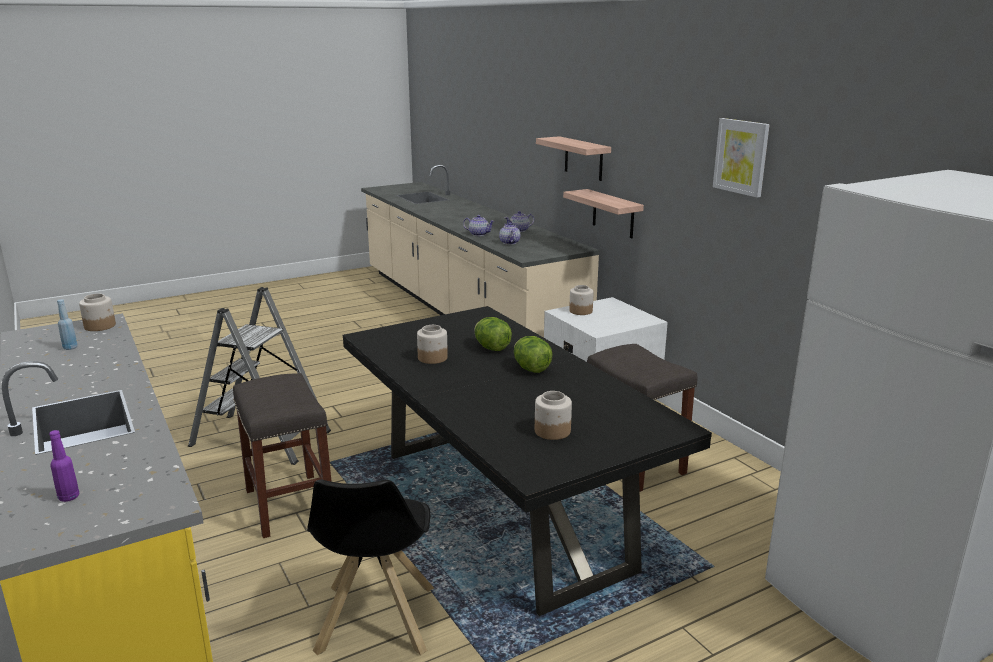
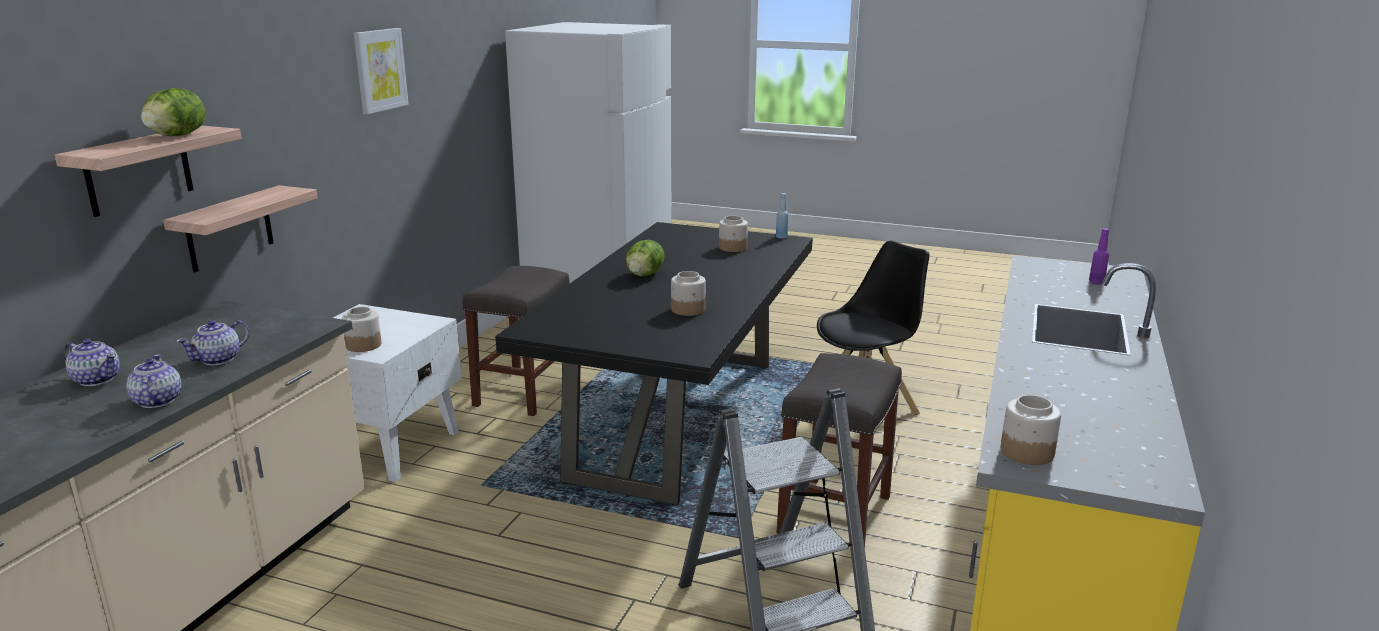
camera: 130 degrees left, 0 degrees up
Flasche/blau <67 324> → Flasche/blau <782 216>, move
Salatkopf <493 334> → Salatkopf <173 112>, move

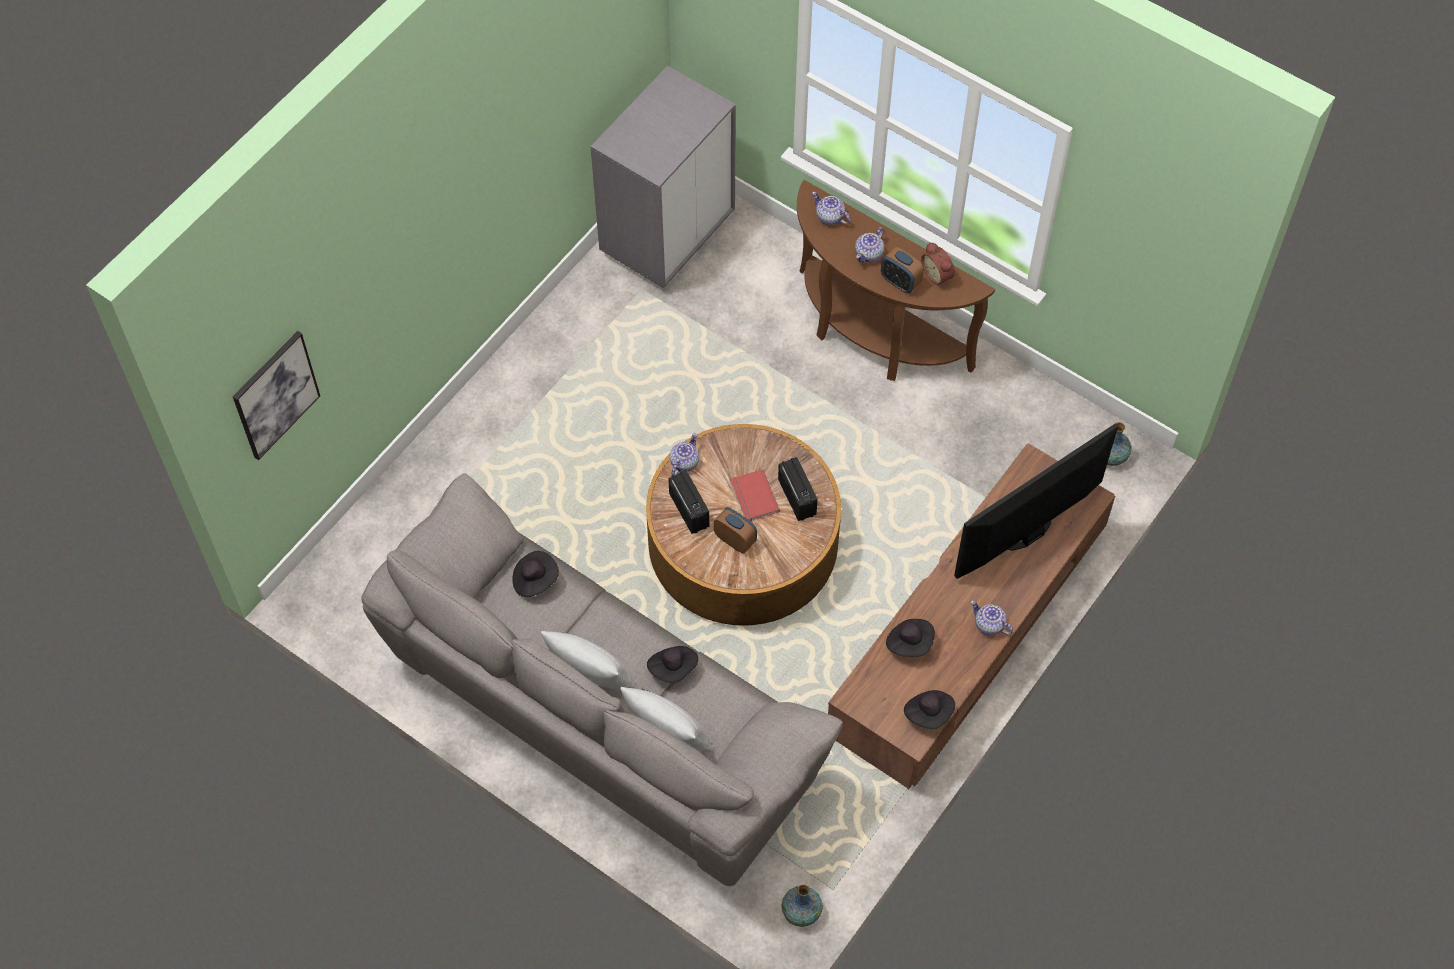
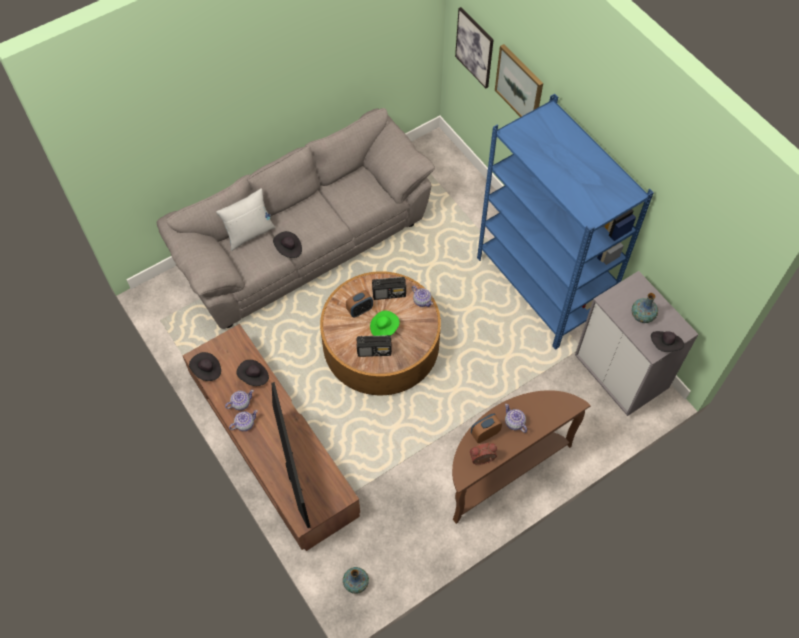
camera: 110 degrees right, 0 degrees up
Kissen/grau <588 660> → -
- → Bücherregal/blau <565 222>
- → Bild <519 80>
Hut/schwarz <535 574> → Hut/schwarz <667 341>, move
Vase <802 905> → Vase <645 308>, move
Teekanne <831 208> → Teekanne <239 400>, move
Buch/rot <755 495> → Hut/grün <385 323>

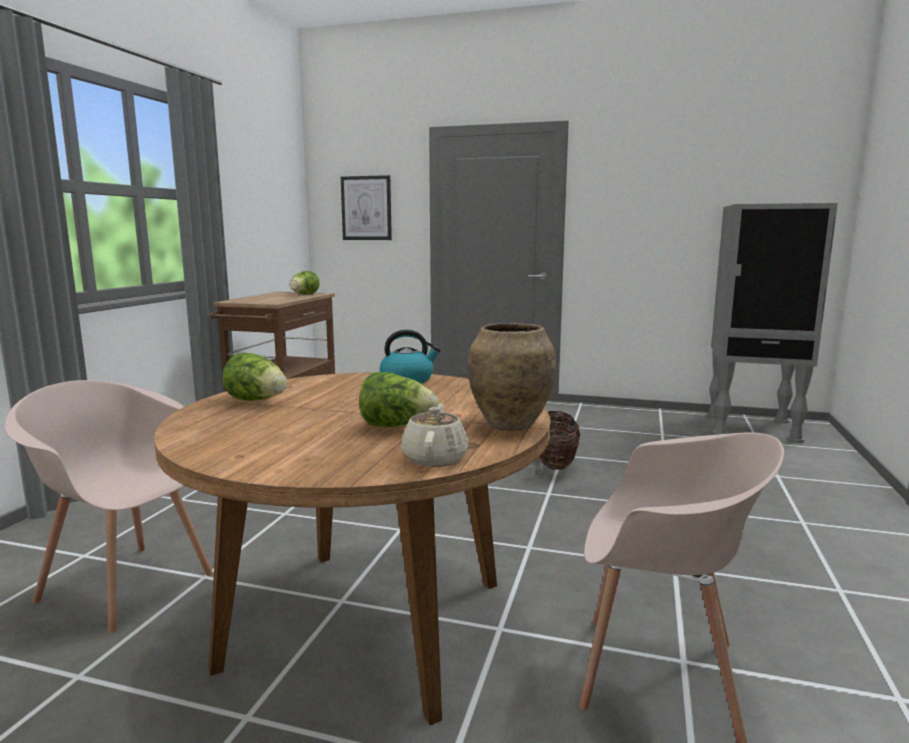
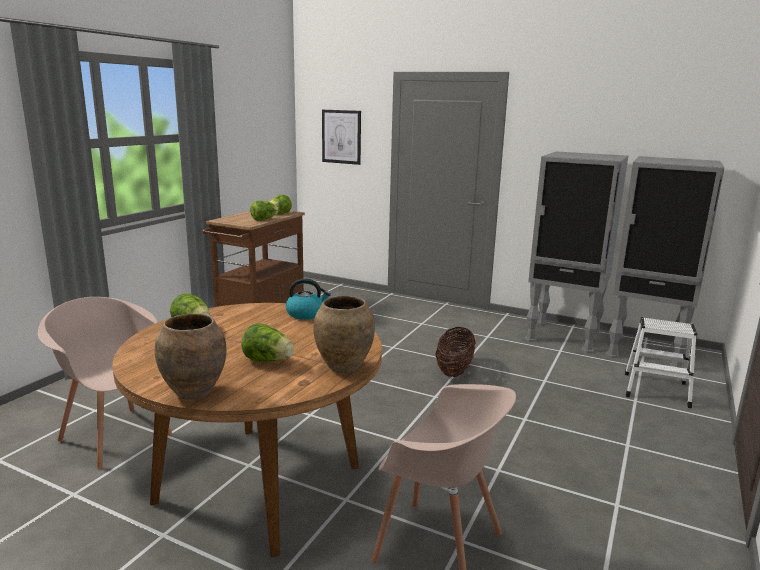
camera: 10 degrees right, 5 degrees up
Teekanne/beige <435 435> → -
- → Vase/braun <191 357>
- → Salatkopf <264 211>
- → Schrank/grau <576 252>
- → Trittleiter/weiß <661 362>

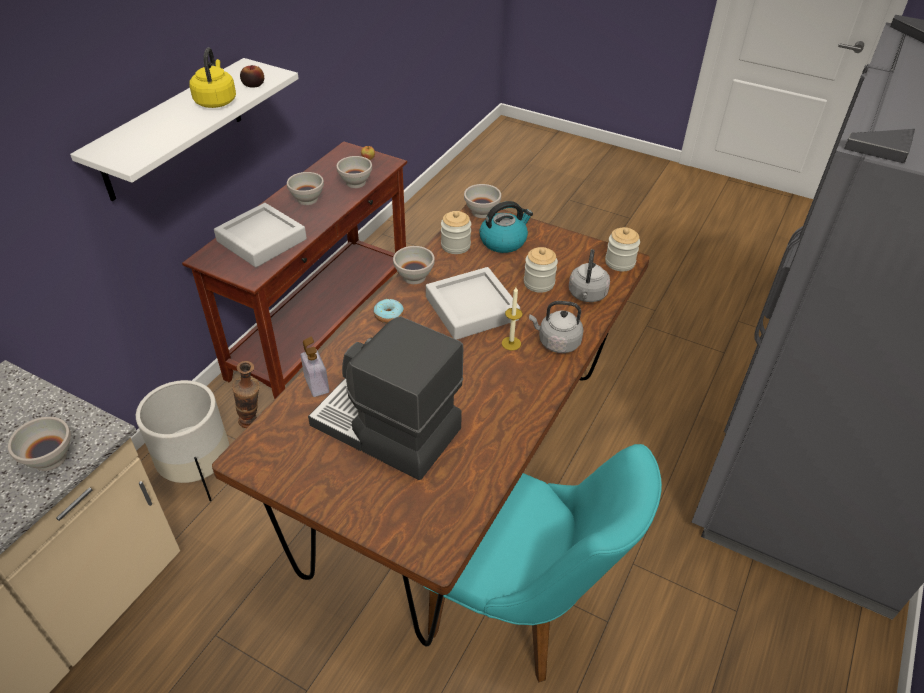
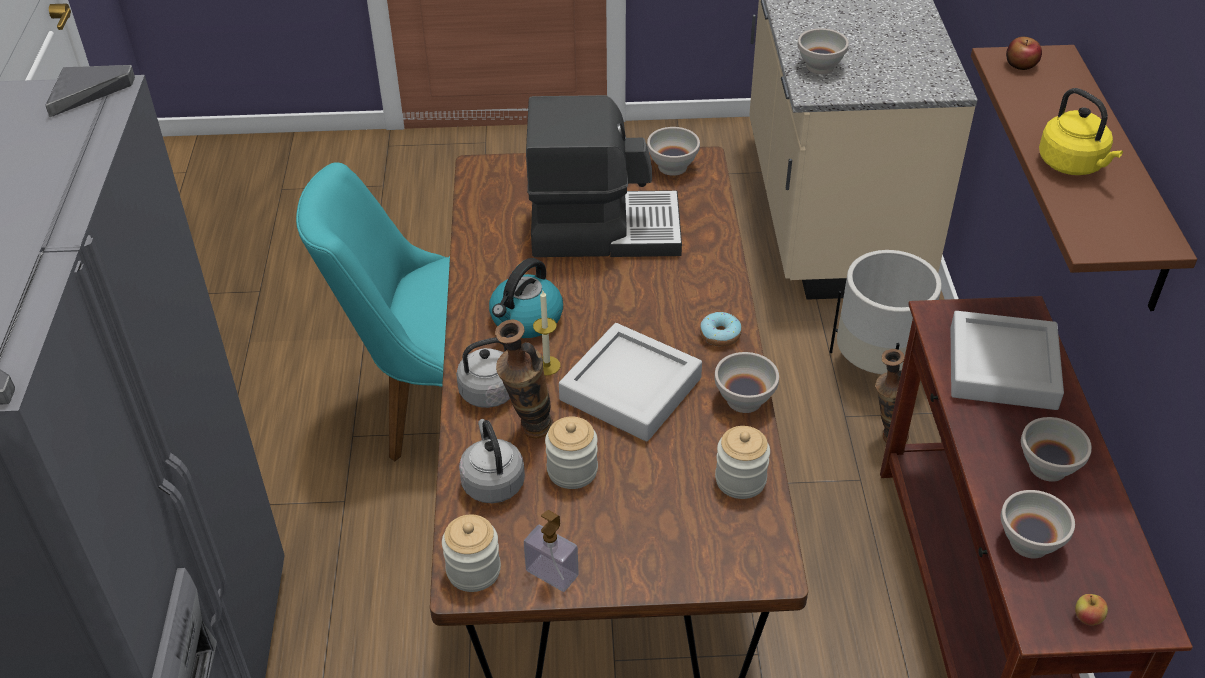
camera: 150 degrees right, 0 degrees up
- → Vase <524 378>
Apfel <252 76> → Apfel <1024 53>, move
Seifenspender <315 367> → Seifenspender <551 551>, move
Schüssel/weiß <482 201> → Schüssel/weiß <673 151>, move
Wasserkessel <506 227> → Wasserkessel <526 298>, move
Wandregal/weiß <184 129> → Wandregal/braun <1084 178>

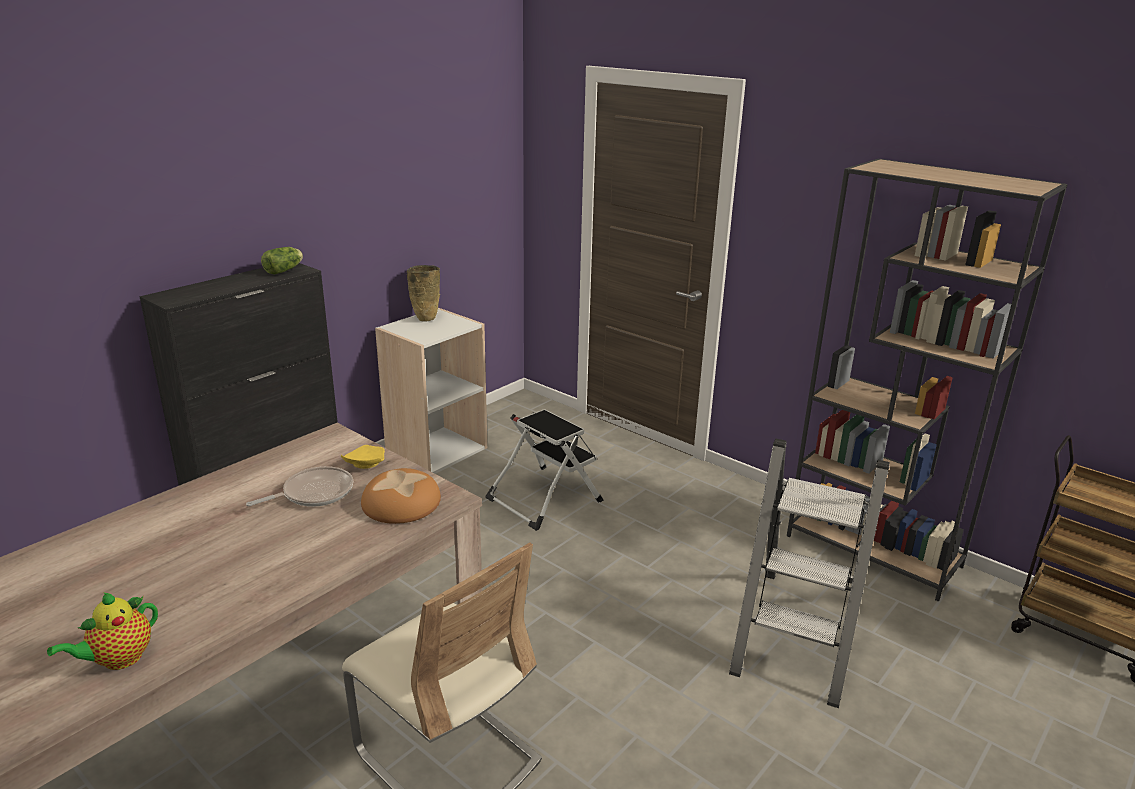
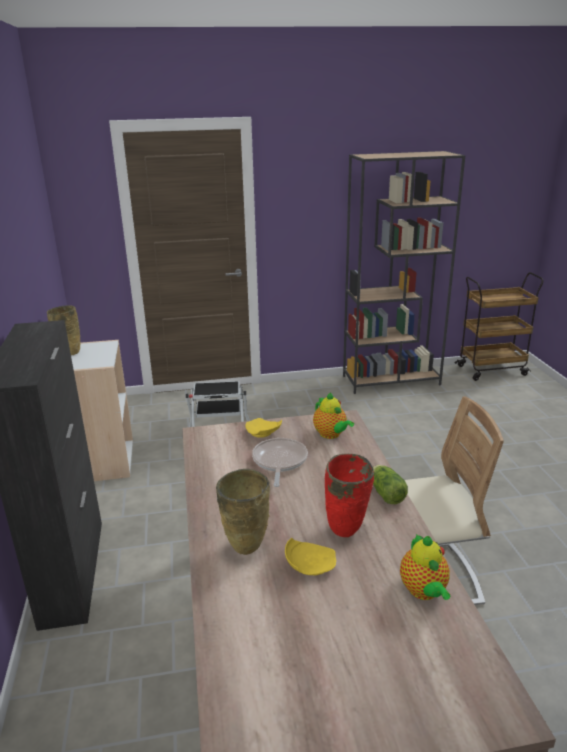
camera: 50 degrees left, 0 degrees up
Trittleiter/grau <809 573> → -
- → Vase/beige <243 512>
- → Teller/gelb <310 556>
- → Vase/rot <349 495>
Salatkopf <282 261> → Salatkopf <390 484>, move
Brot <401 496> → Teekanne <333 416>

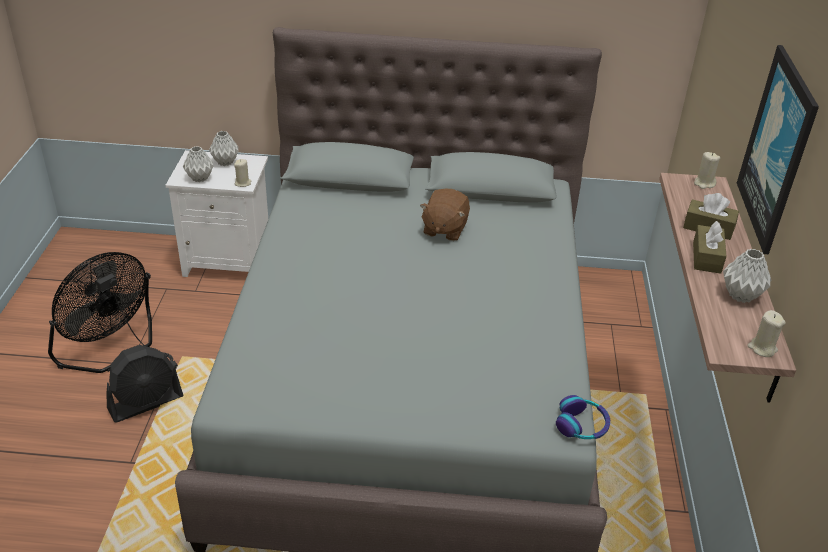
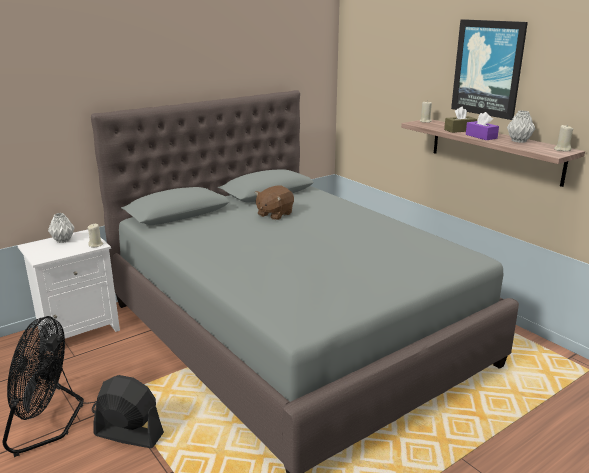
camera: 40 degrees left, 15 degrees down
Vase/grau <198 164> → -
Kopfhörer <583 417> → -
Taschentuchbox/braun <710 247> → Taschentuchbox/lila <482 126>
Ventilator/schwarz <145 383> → Ventilator/schwarz <128 411>, 90 degrees counterclockwise
Plüschtier/braun <445 215> → Plüschtier/braun <274 202>, 60 degrees clockwise

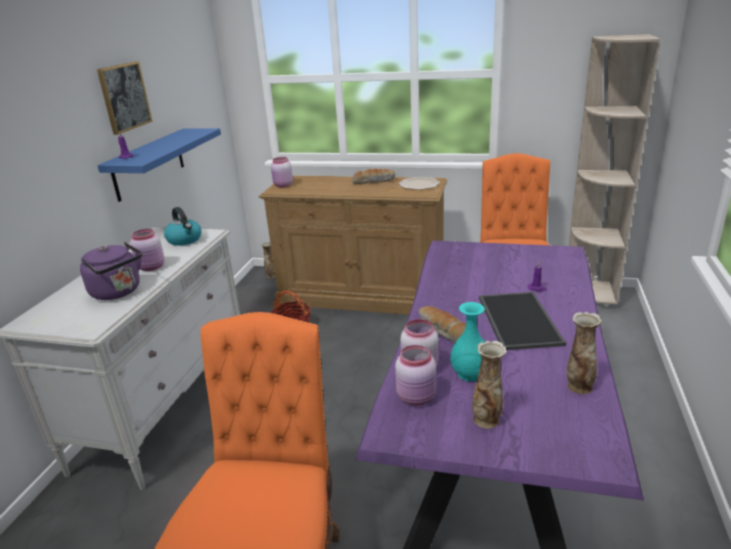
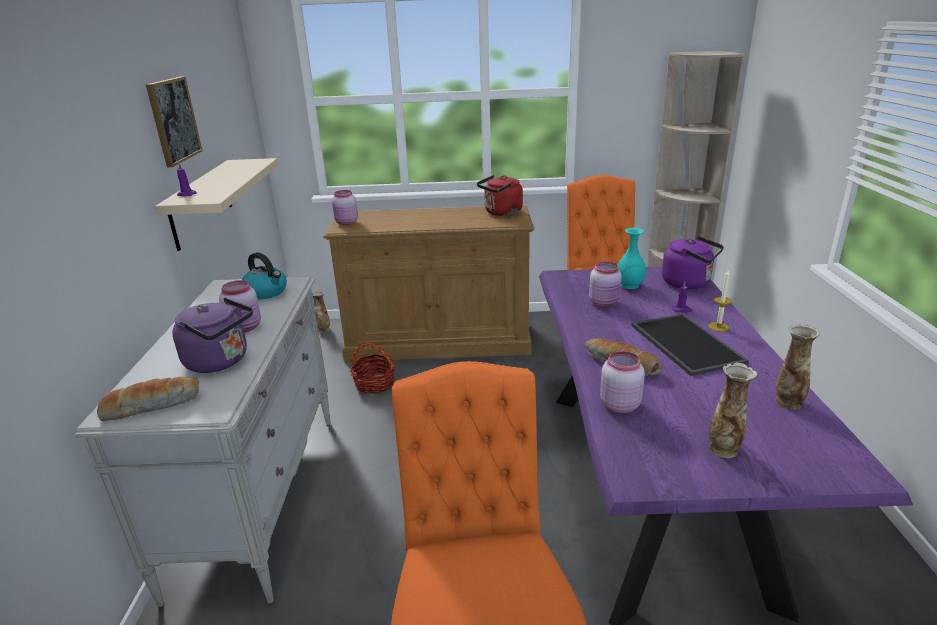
camera: 15 degrees left, 0 degrees up
- → Wasserkessel/lila <693 262>
- → Kerze <720 301>
Brot <373 177> → Brot <148 399>, move
Vorratsglas/rosa <415 375> → Vorratsglas/rosa <605 284>, move
Vase/türkis <467 341> → Vase/türkis <631 258>, move
Teller <419 183> → Wasserkessel/rot <500 195>
Wandregal/blau <159 165> → Wandregal/beige <216 204>

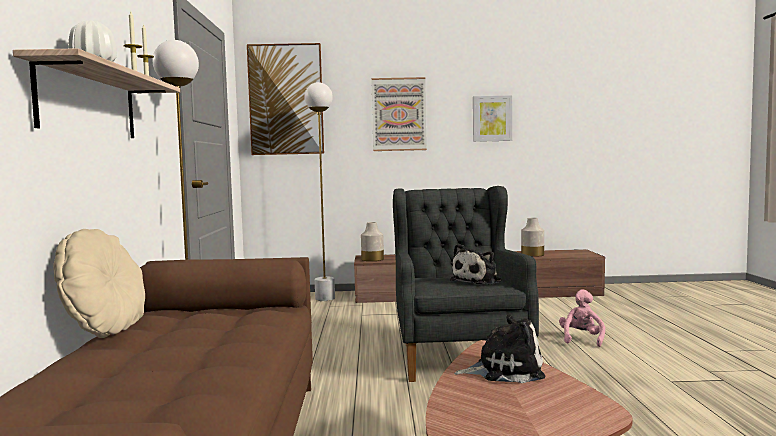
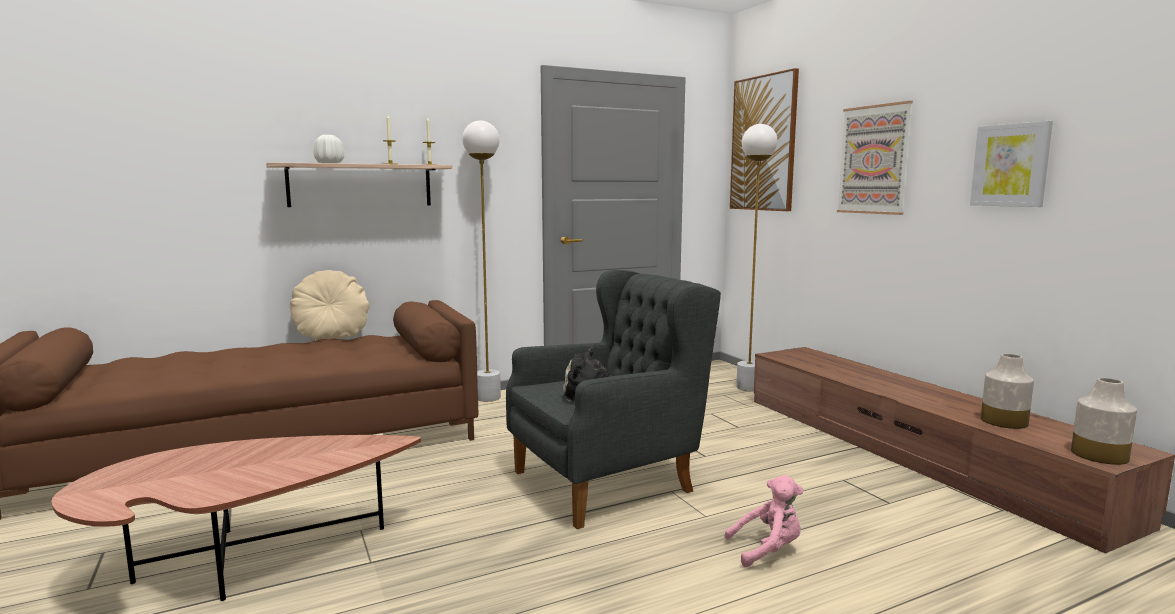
camera: 65 degrees right, 5 degrees up
Plüschtier <499 348> → -
Vase/beige <372 241> → Vase/beige <1104 421>, move

